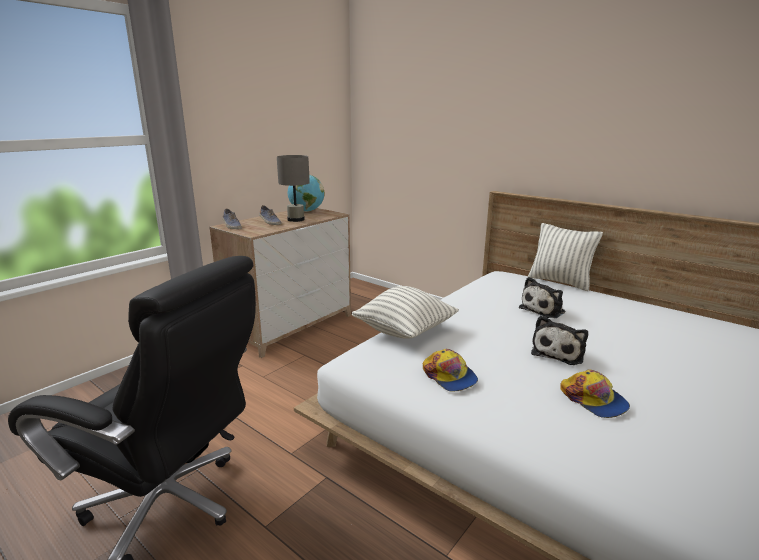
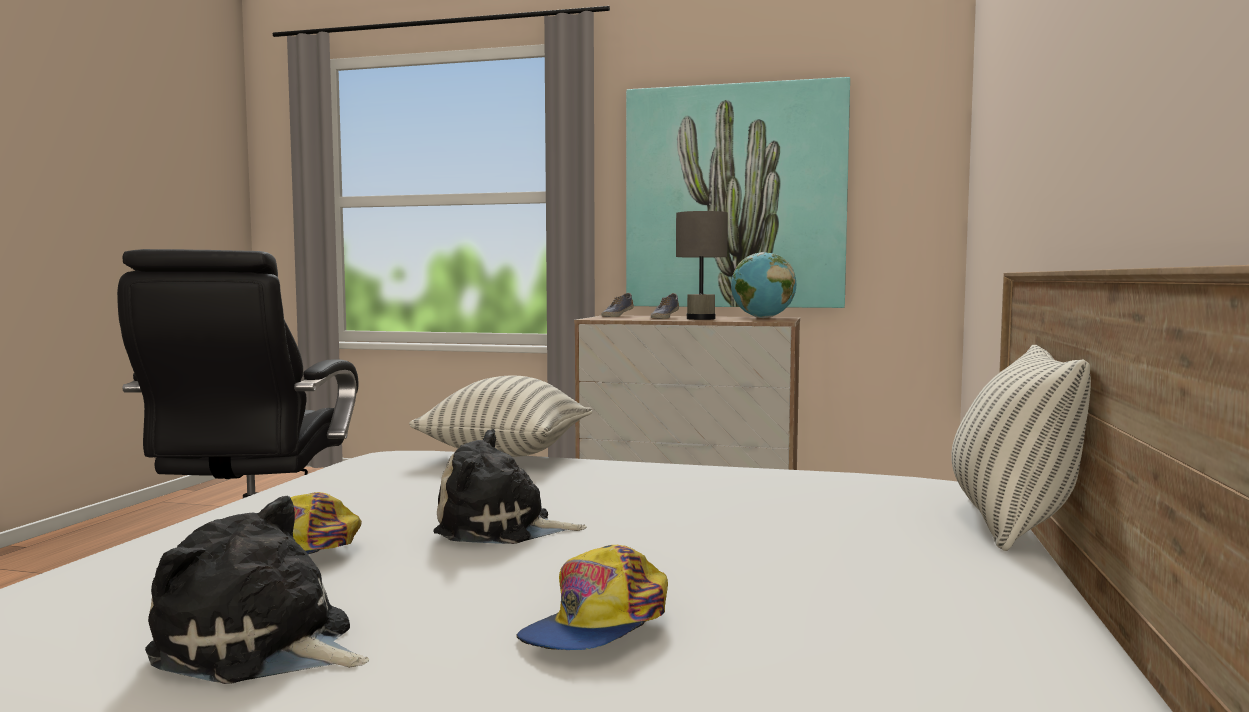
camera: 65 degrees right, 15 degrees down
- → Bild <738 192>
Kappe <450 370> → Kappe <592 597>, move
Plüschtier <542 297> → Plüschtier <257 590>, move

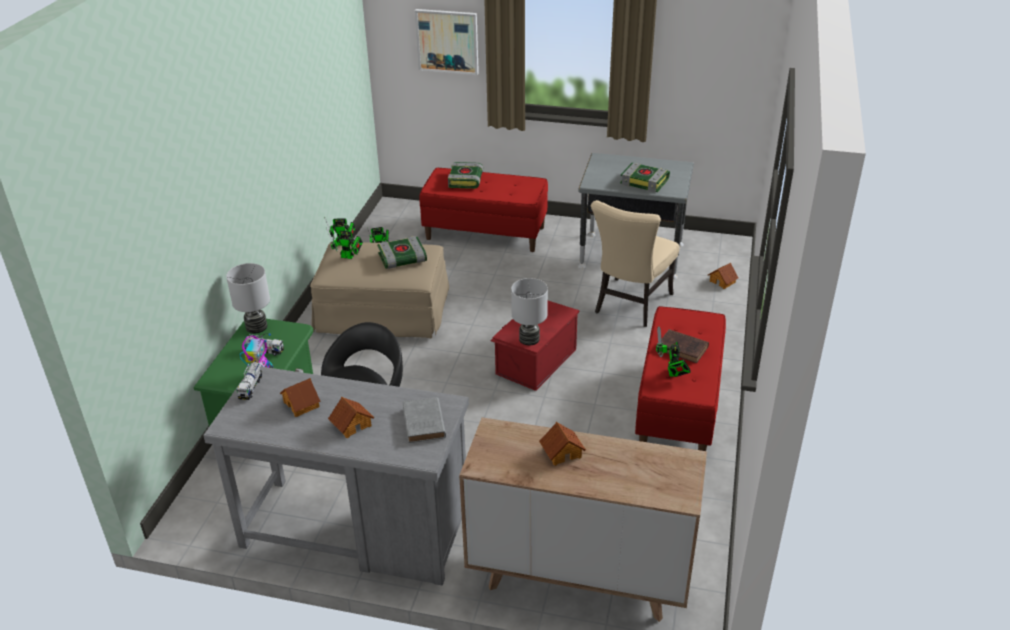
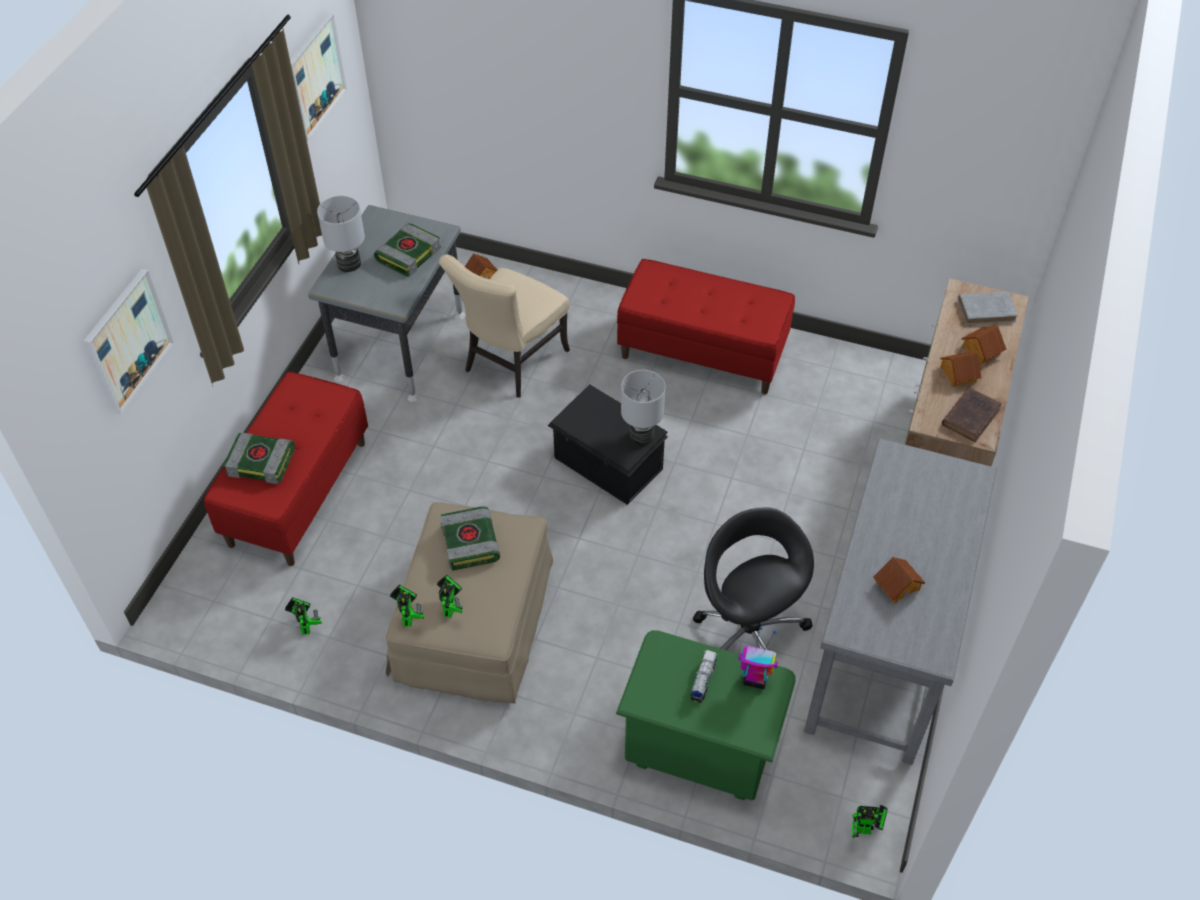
camera: 85 degrees left, 15 degrees up
Spielzeuglaster <249 380> → -
- → Bild <318 76>
Tischlampe/grau <248 298> → Tischlampe/grau <341 234>, move
Spielzeughaus <351 417> → Spielzeughaus <983 345>, move
Buch/grau <424 420> → Buch/grau <988 308>, move
Spielzeugroboter <673 351> → Spielzeugroboter <870 821>, move
Buch/braun <685 346> → Buch/braun <972 414>, move
Aufbewahrungsbox/rot <535 346> → Aufbewahrungsbox/schwarz <608 444>
Stuhl/beige <635 263> → Stuhl/beige <504 325>, 90 degrees clockwise

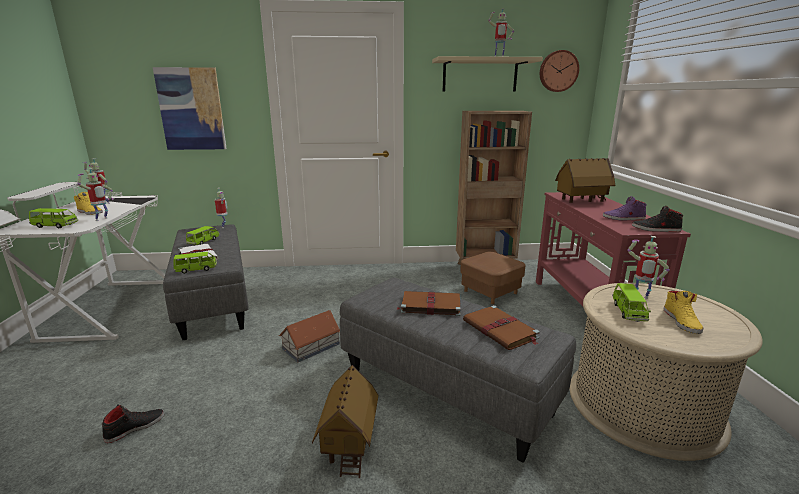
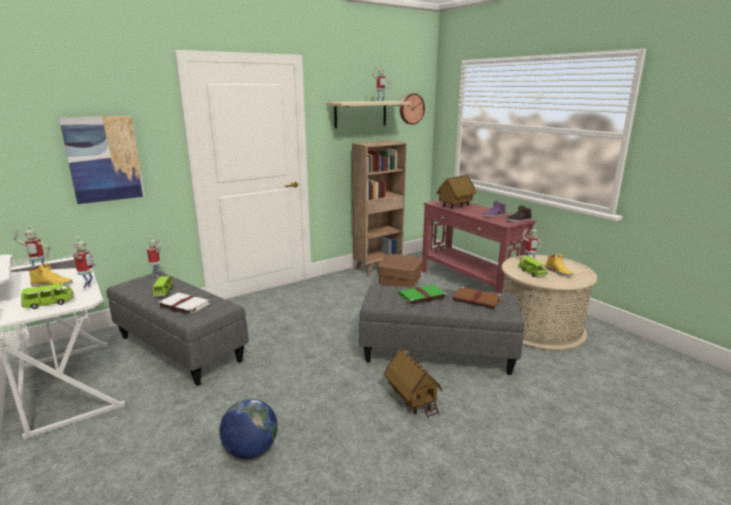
camera: 30 degrees left, 0 degrees up
Spielzeugauto/grün <195 263> → -
Spielzeughaus <309 336> → -
Schuh/schwarz <133 423> → Globus <248 429>
Buch/braun <428 303> → Buch/grün <422 295>

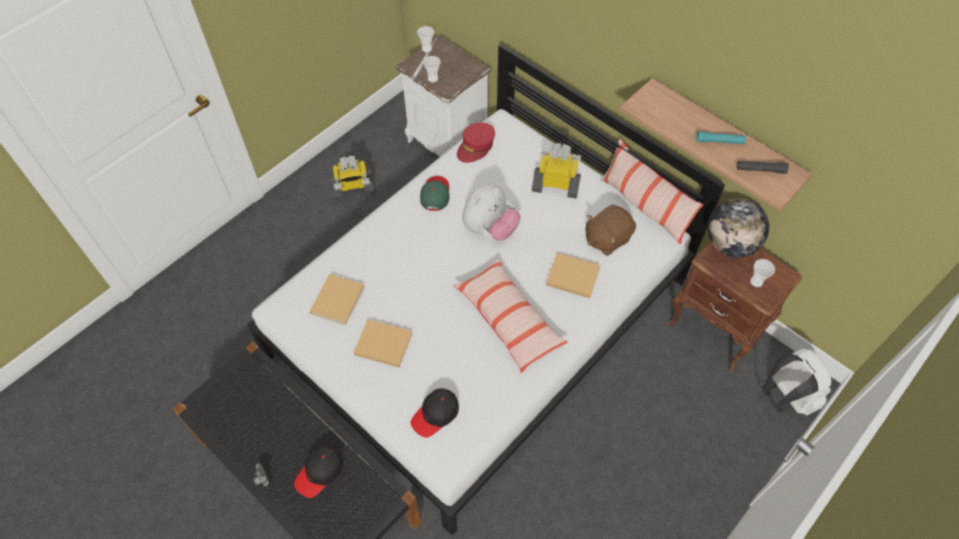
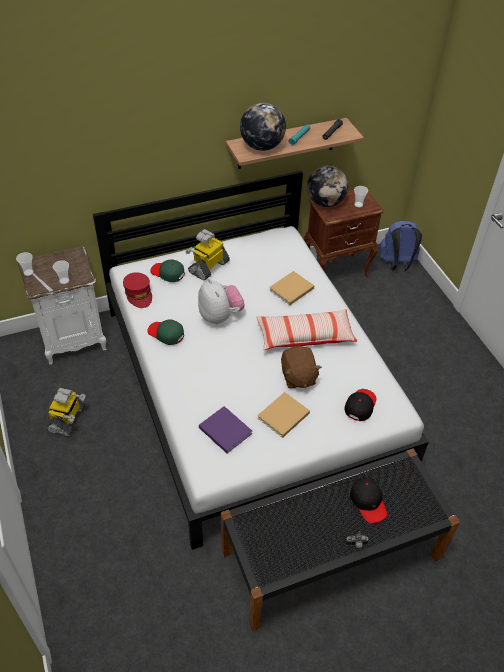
camera: 65 degrees left, 10 degrees down
Kissen <652 191> → -
- → Kappe/grün <168 270>
- → Globus <263 127>
Plüschtier/braun <611 230> → Plüschtier/braun <301 367>, move
Buch/beige <337 299> → Buch/lila <225 429>
Rucksack/weiß <796 382> → Rucksack/blau <400 246>
Kappe/schwarz <435 413> → Kappe/schwarz <360 405>, 135 degrees counterclockwise

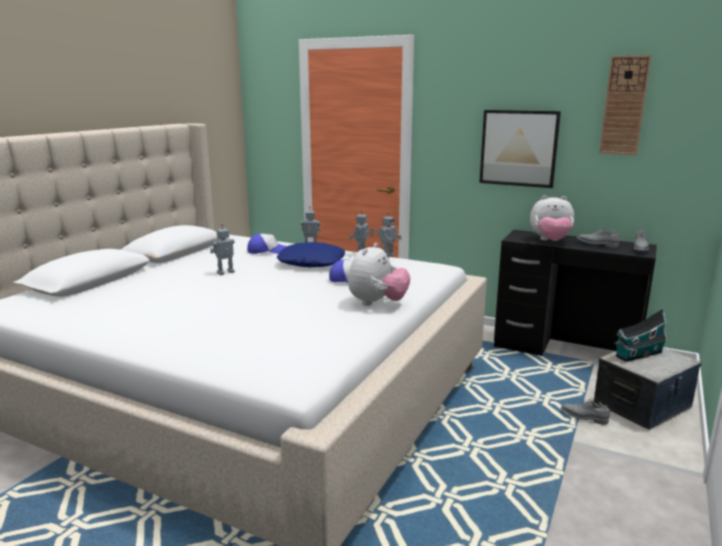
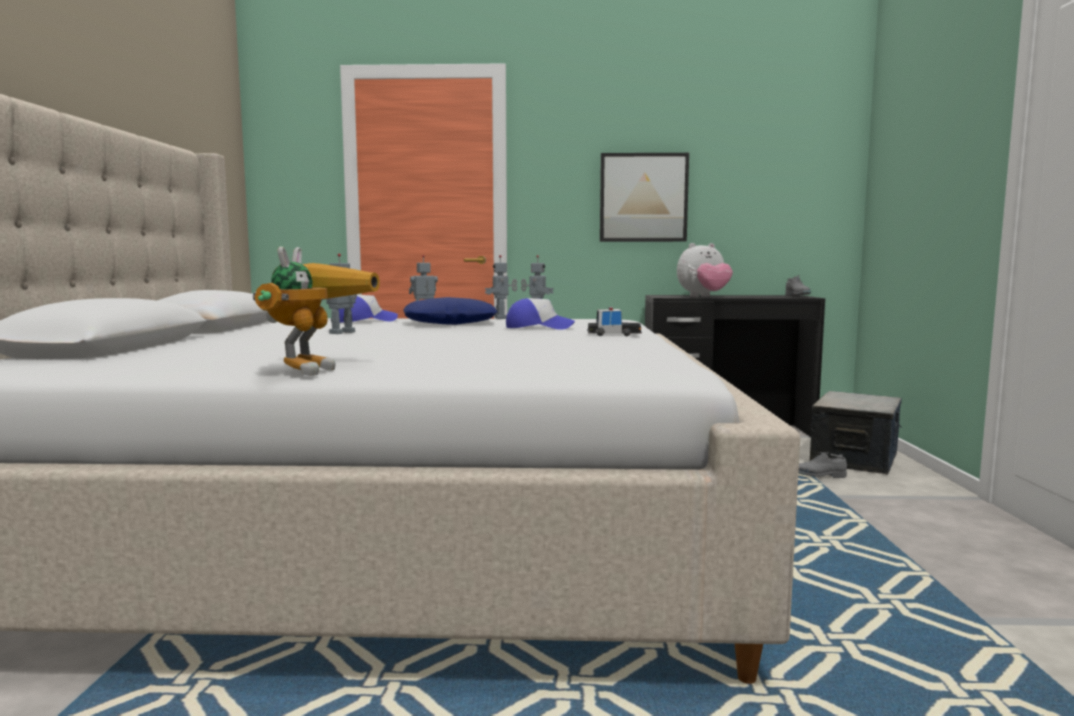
camera: 25 degrees left, 10 degrees down
Schuh/grau <598 238> → -
Wanduhr <625 105> → -
Spielzeughaus <641 335> → -
- → Spielzeugroboter <316 311>
Plüschtier <379 274> → Spielzeugauto <614 321>

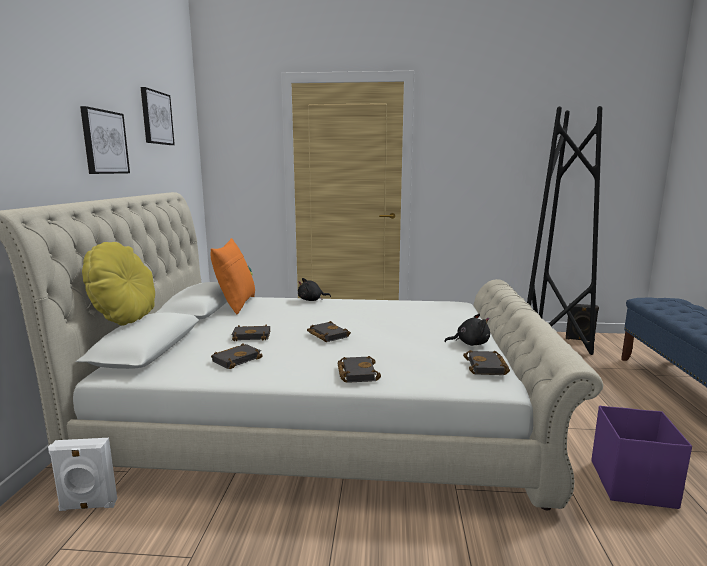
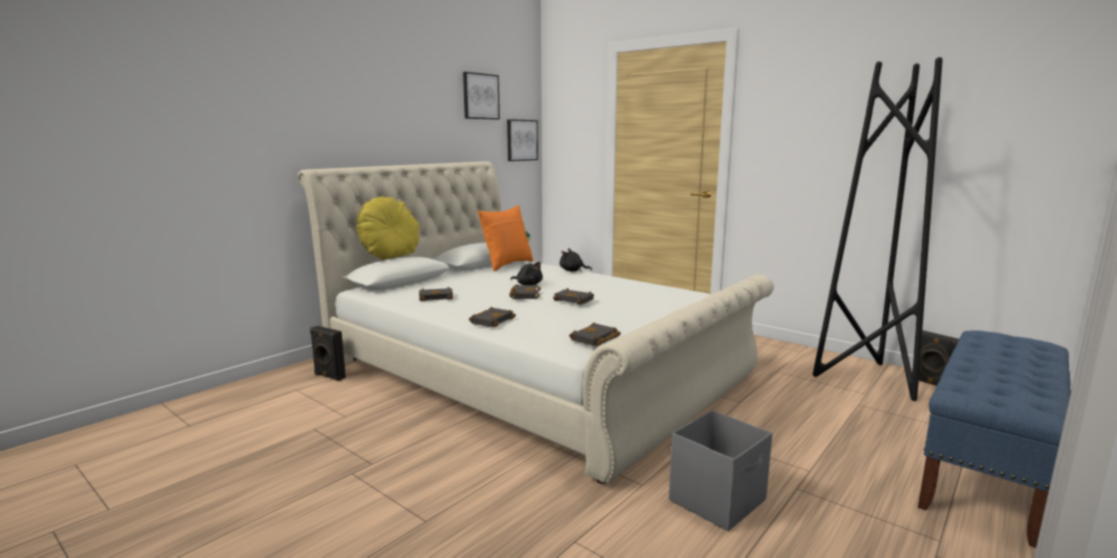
camera: 35 degrees right, 0 degrees up
Bild <105 140> → Bild <522 140>, move
Buch/schwarz <250 332> → Buch/schwarz <573 296>, move
Plüschtier/schwarz <467 330> → Plüschtier/schwarz <526 273>, move
Lautsprecher/weiß <82 474> → Lautsprecher/schwarz <328 353>
Aufbewahrungsbox/lila <641 457> → Aufbewahrungsbox/grau <720 470>

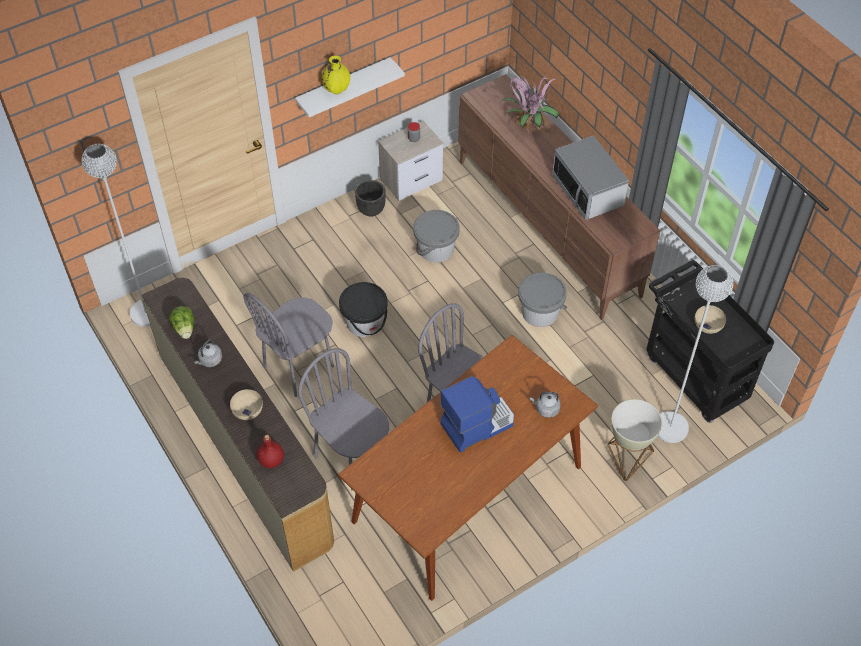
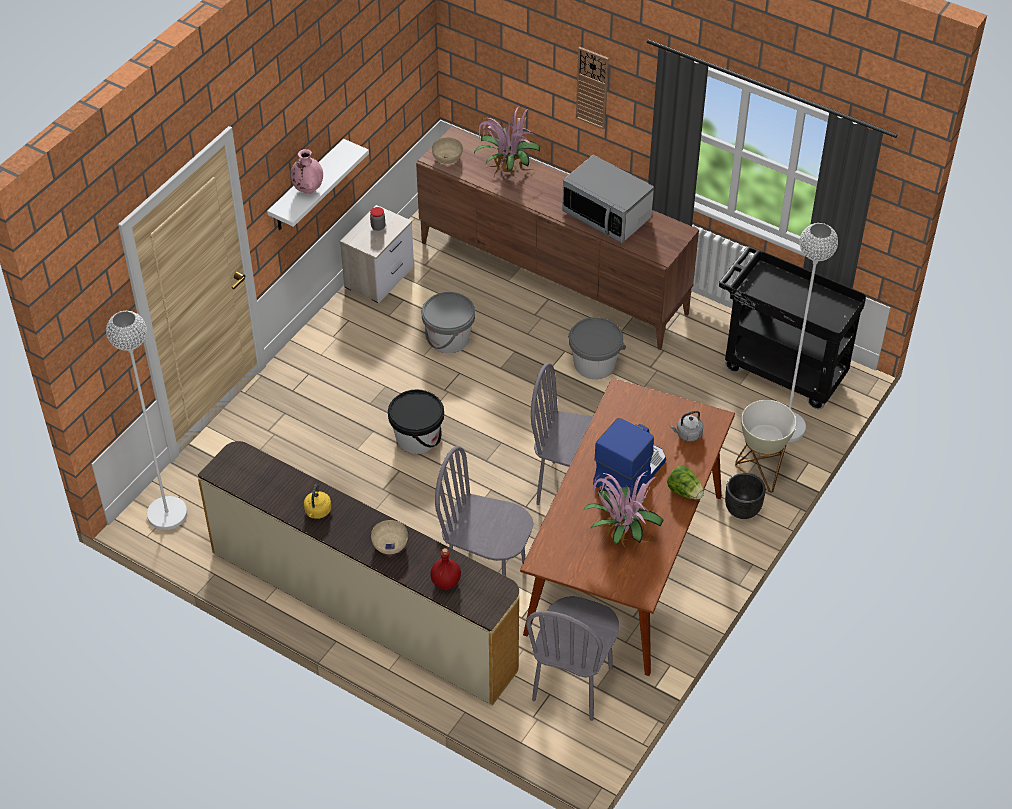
camera: 25 degrees left, 5 degrees down
- → Wanduhr <592 88>
- → Topfpflanze <623 510>
Salatkopf <181 322> → Salatkopf <685 482>, move
Stuhl/grau <289 345> → Stuhl/grau <572 658>, move
Pflanzkübel/schwarz <370 198> → Pflanzkübel/schwarz <745 496>, move
Schüssel/beige <710 319> → Schüssel/beige <447 151>, move
Wasserkessel/grau <208 352> → Wasserkessel/gelb <317 501>
Vase/gelb <336 75> → Vase/rosa <307 171>

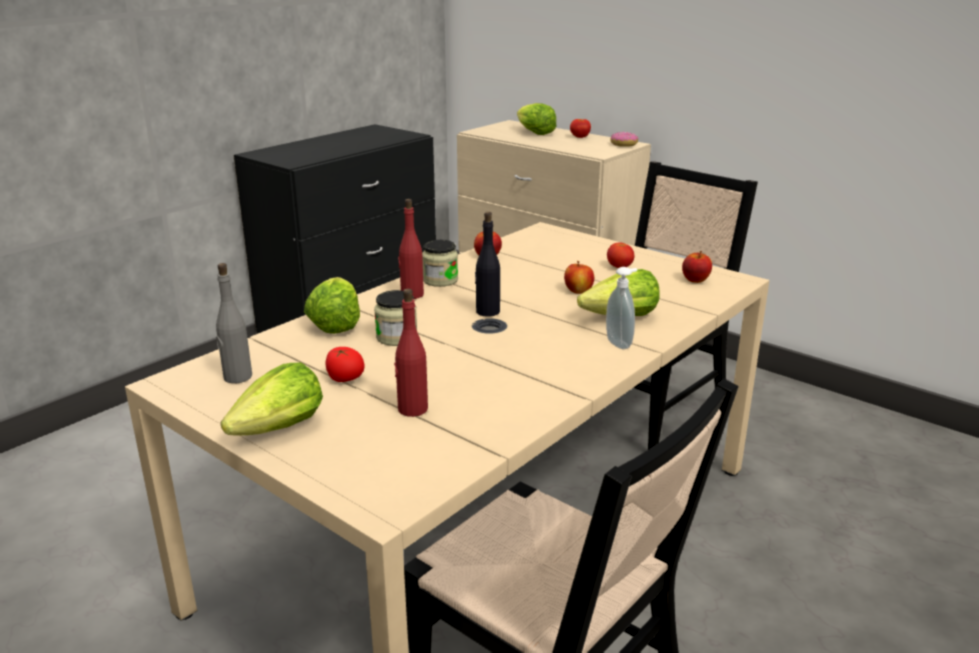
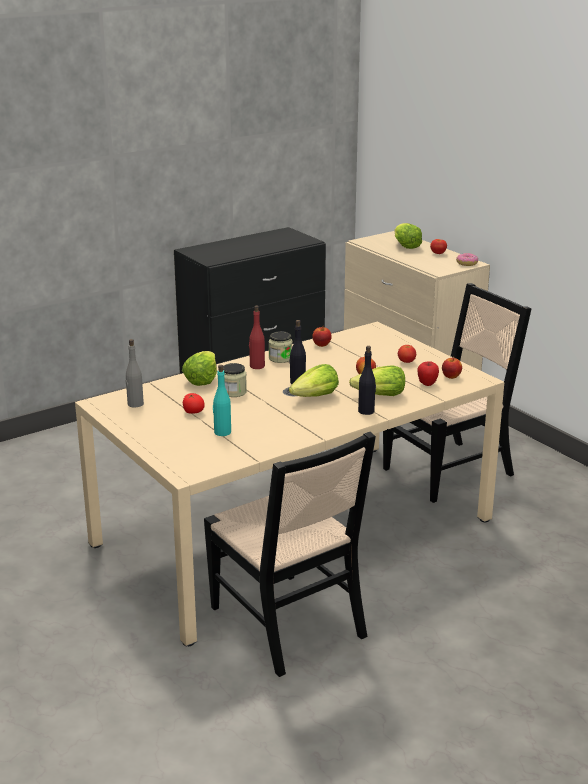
camera: 15 degrees right, 0 degrees up
- → Apfel <428 373>
Salatkopf <272 399> → Salatkopf <314 380>, move
Seifenspender <621 308> → Flasche/schwarz <367 380>
Flasche/rot <411 353> → Flasche/türkis <222 400>

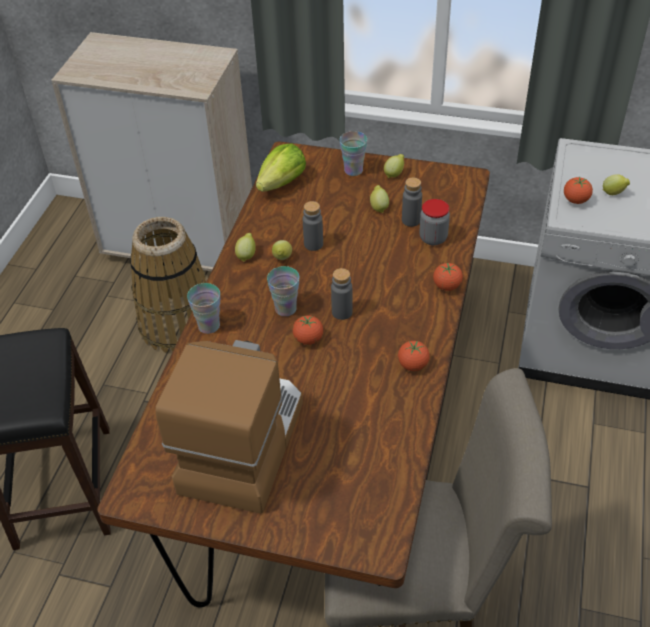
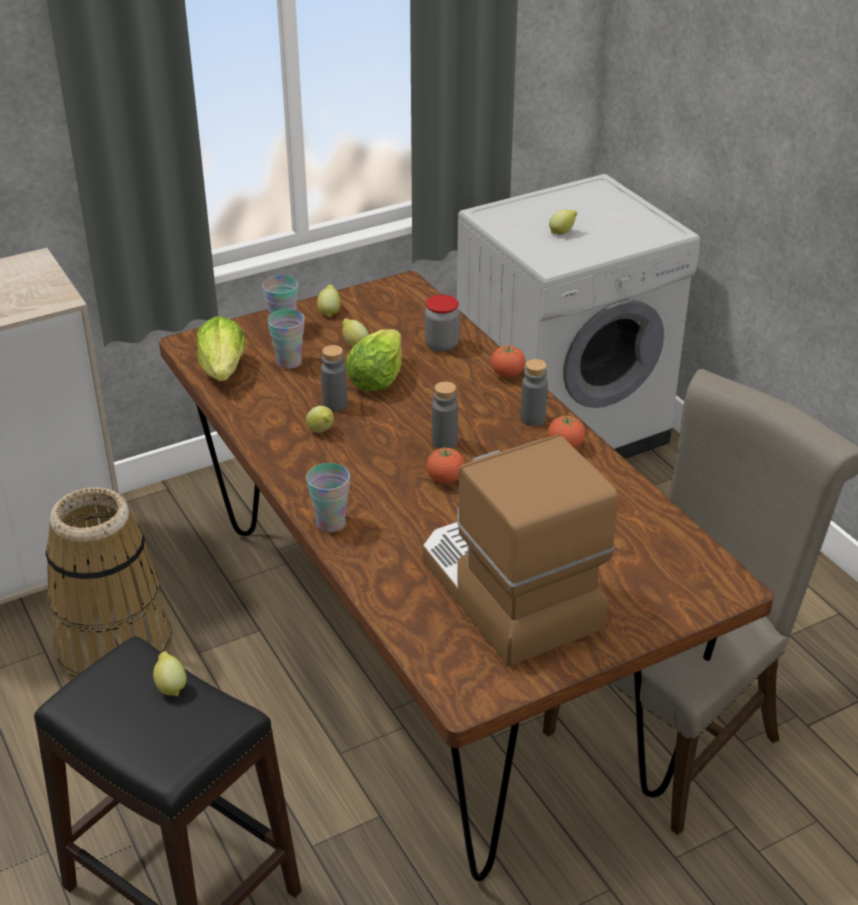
camera: 45 degrees left, 10 degrees down
Tomate <578 190> → -
- → Salatkopf <373 360>
Zitrone <245 247> → Zitrone <169 673>, move
Tasse <283 291> → Tasse <286 339>, move
Flasche/grau <412 202> → Flasche/grau <534 392>, move

